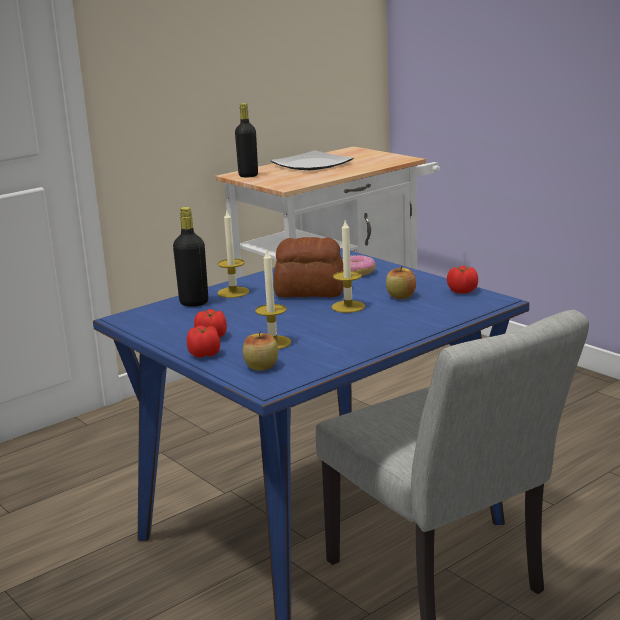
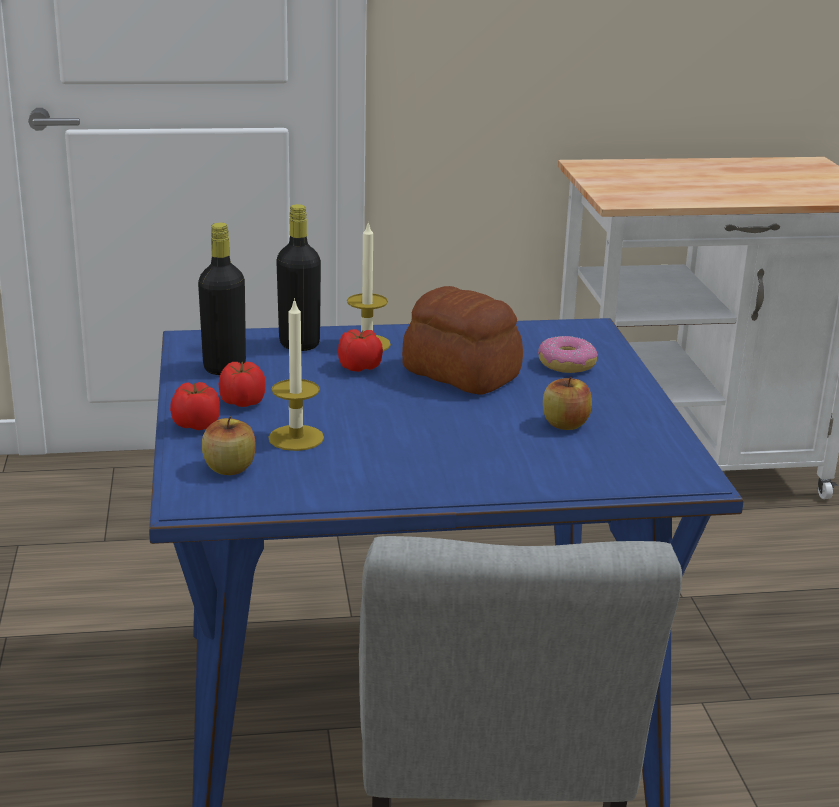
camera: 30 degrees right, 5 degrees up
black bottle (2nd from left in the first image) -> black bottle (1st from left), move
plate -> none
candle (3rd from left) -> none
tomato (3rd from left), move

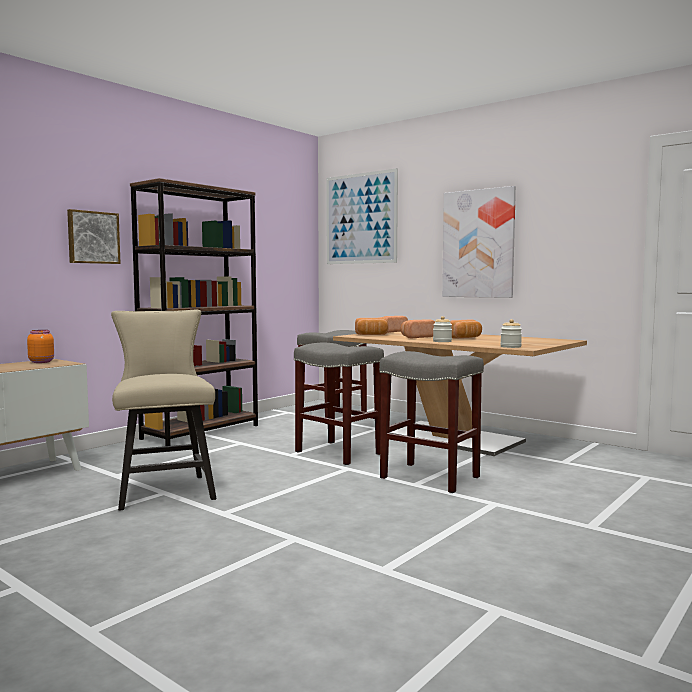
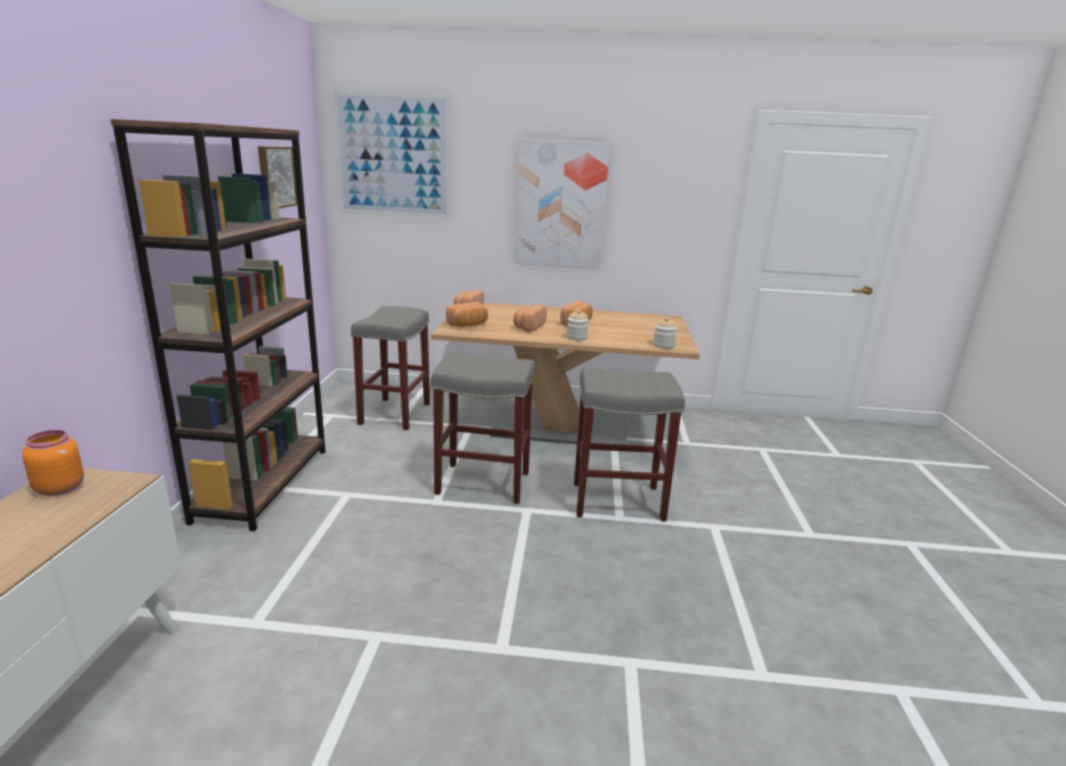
camera: 35 degrees left, 15 degrees up
picture (1st from left), move
beige chair -> none

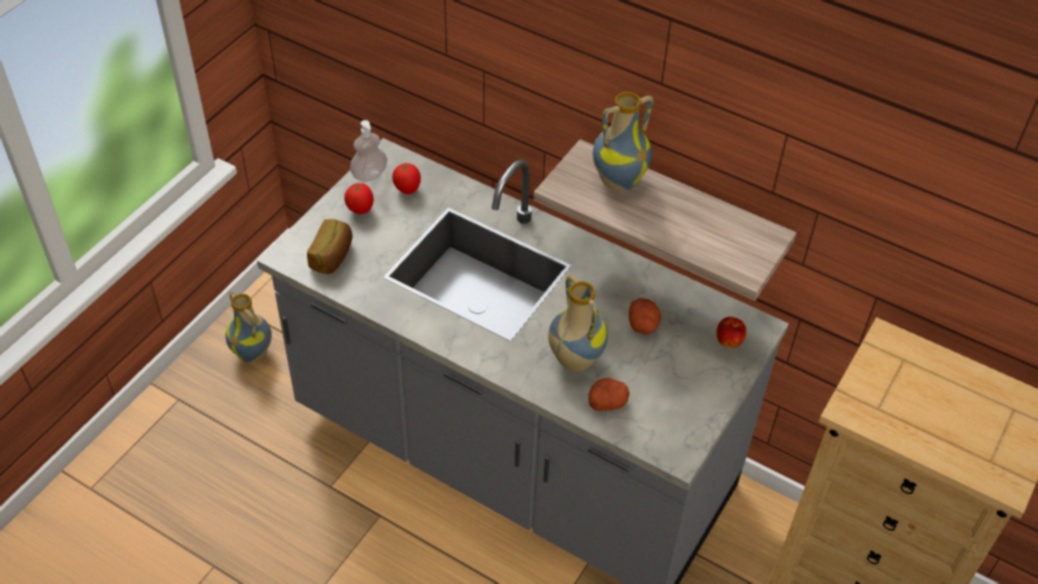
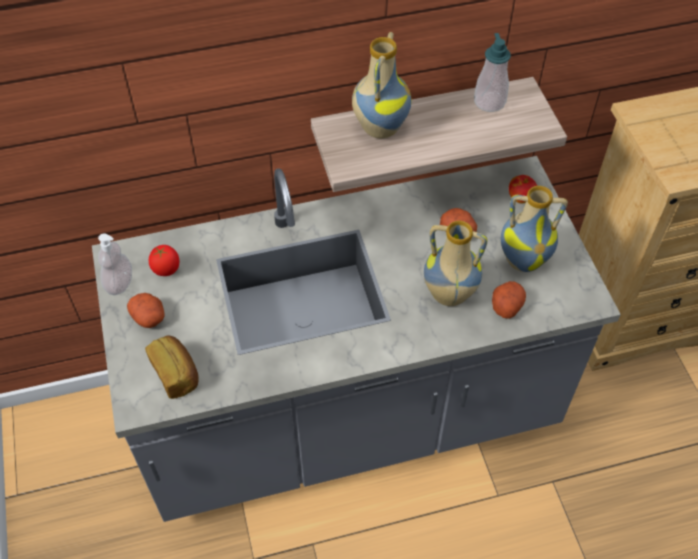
camera: 45 degrees left, 5 degrees up
vase (1st from left in the first image) -> vase (3rd from left), move
tomato (1st from left) -> potato (1st from left)
none -> soap dispenser (2nd from left)

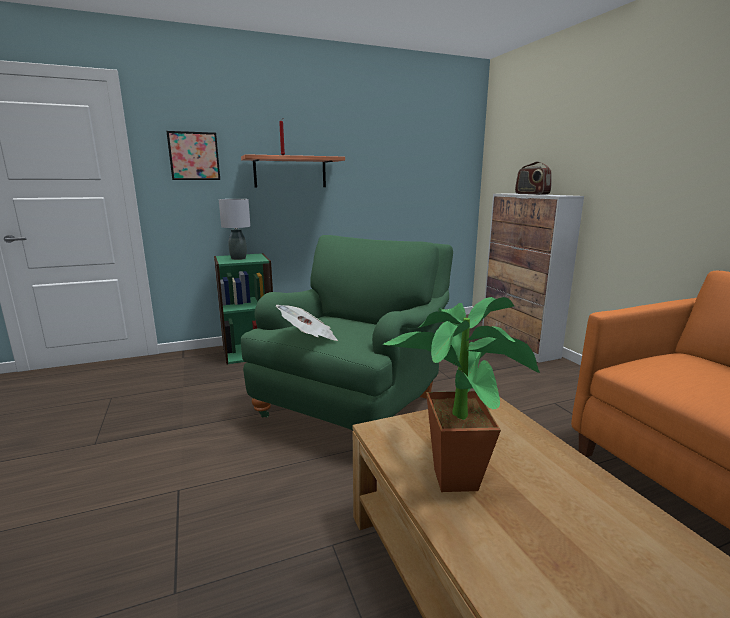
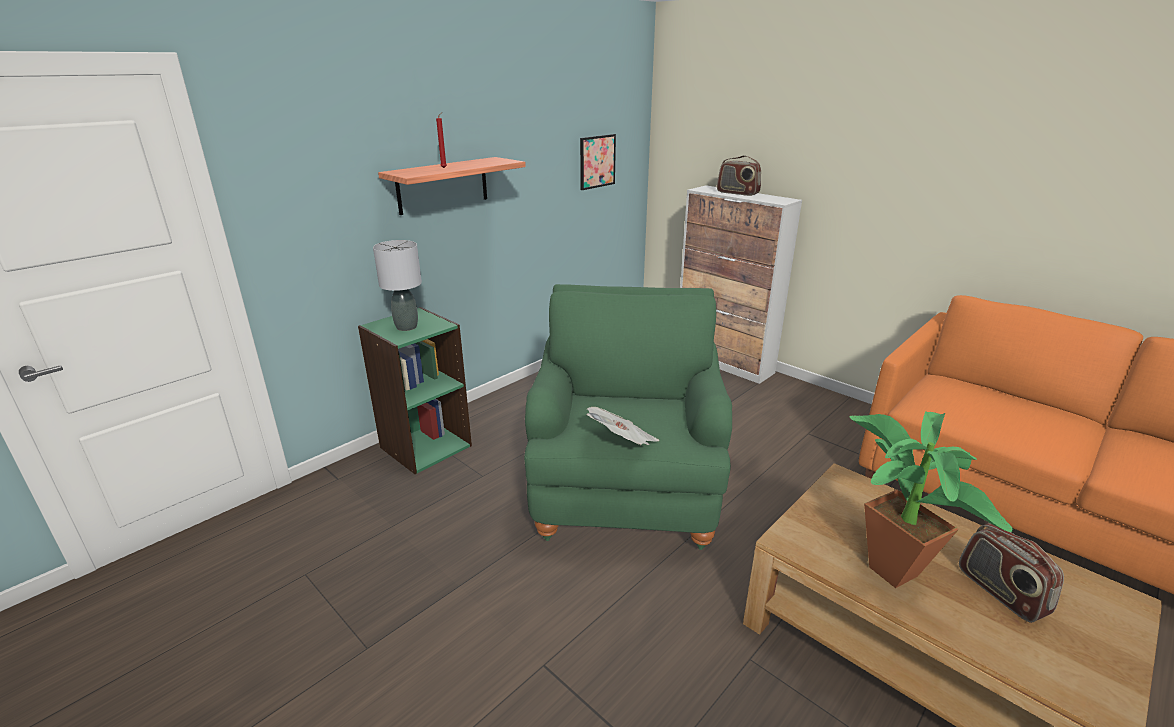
camera: 25 degrees left, 10 degrees up
picture, move
none -> radio (2nd from left)

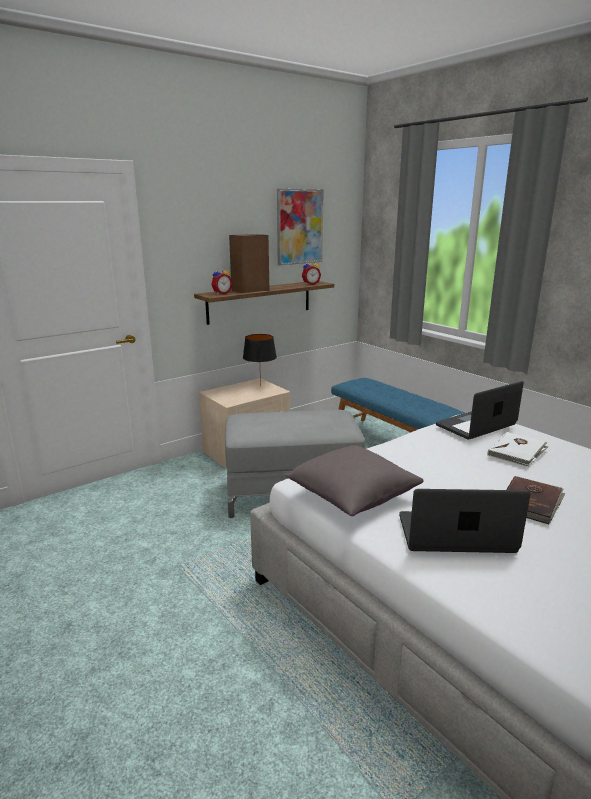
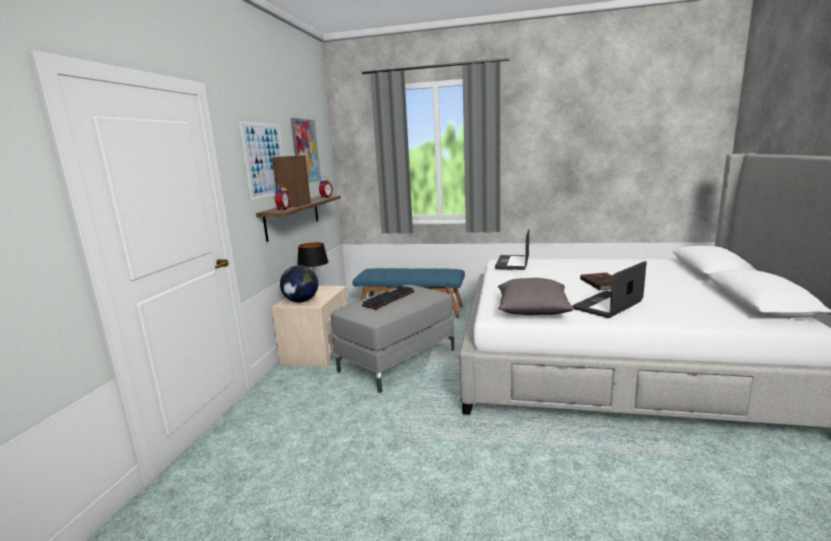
camera: 40 degrees left, 5 degrees down
white book -> none
none -> picture (1st from left)
none -> globe
none -> keyboard

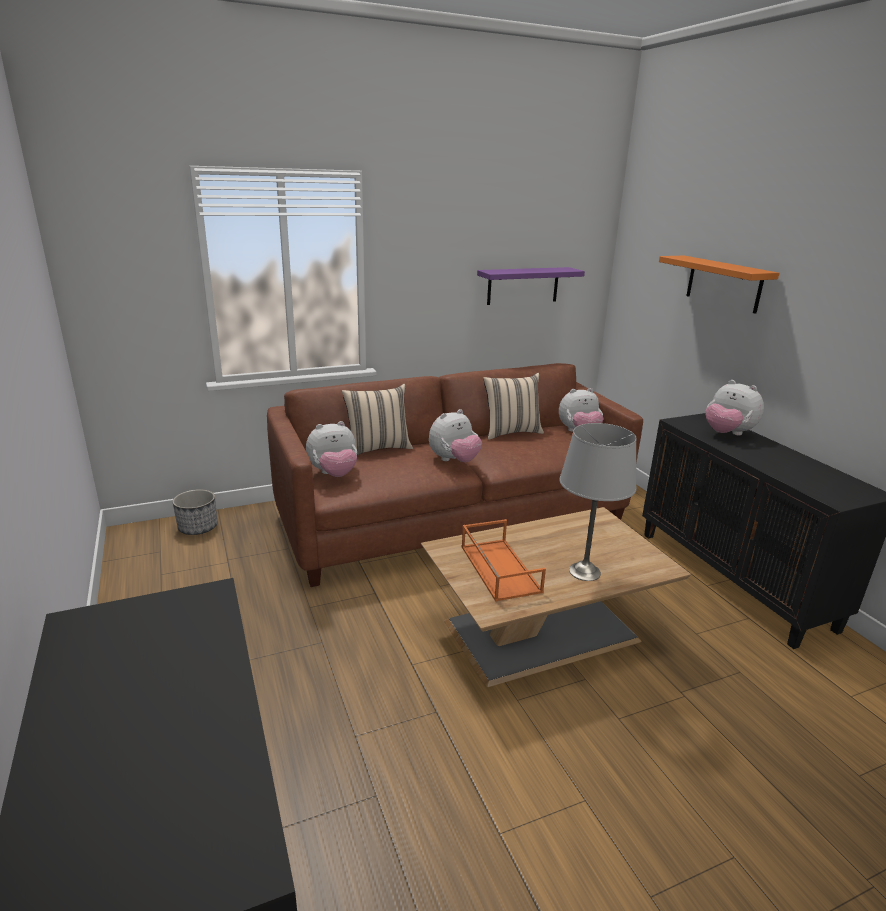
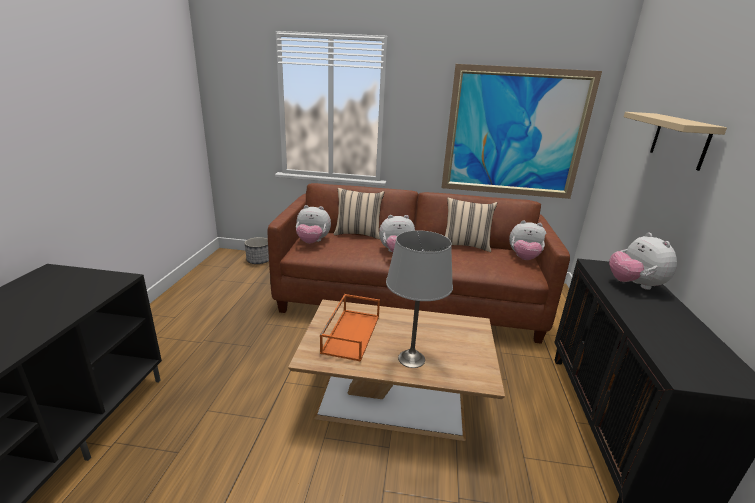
camera: 30 degrees right, 0 degrees up
purple shelf -> picture
orange shelf -> beige shelf

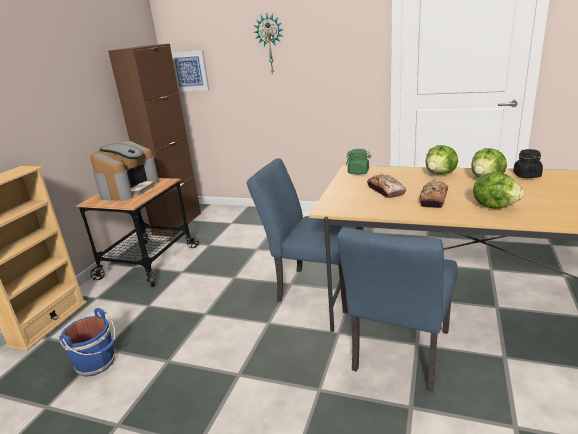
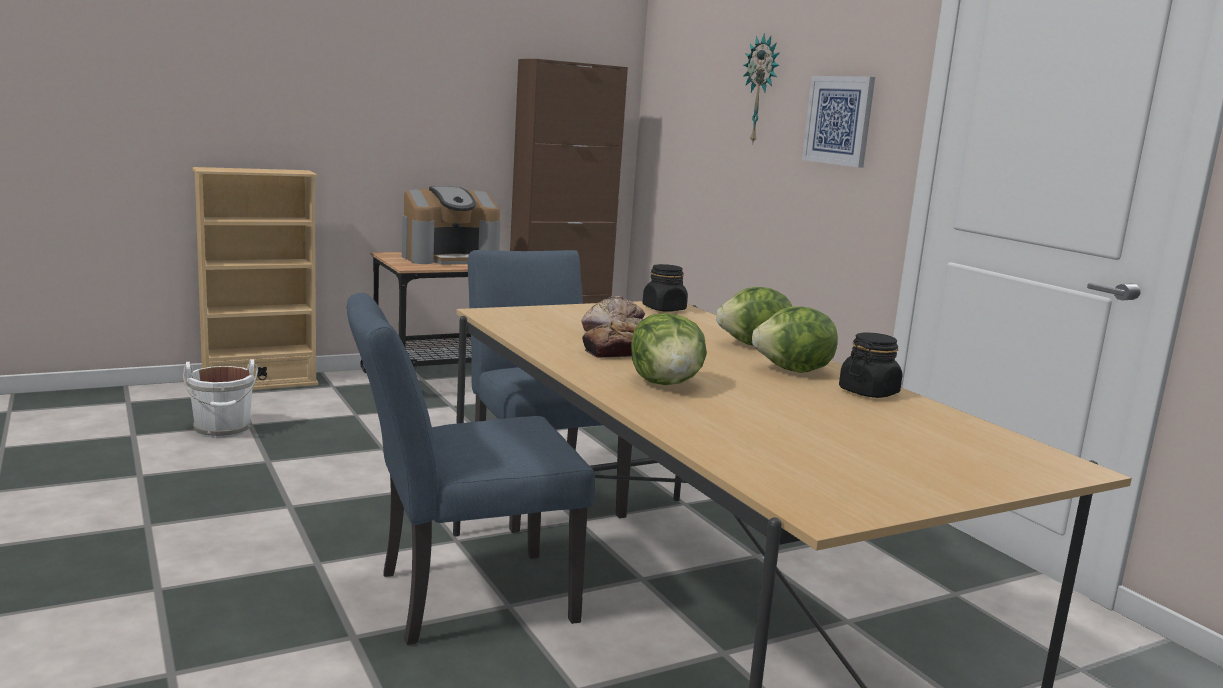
camera: 40 degrees right, 10 degrees down
blue bucket -> white bucket
picture, move
green jar -> black jar (1st from left)

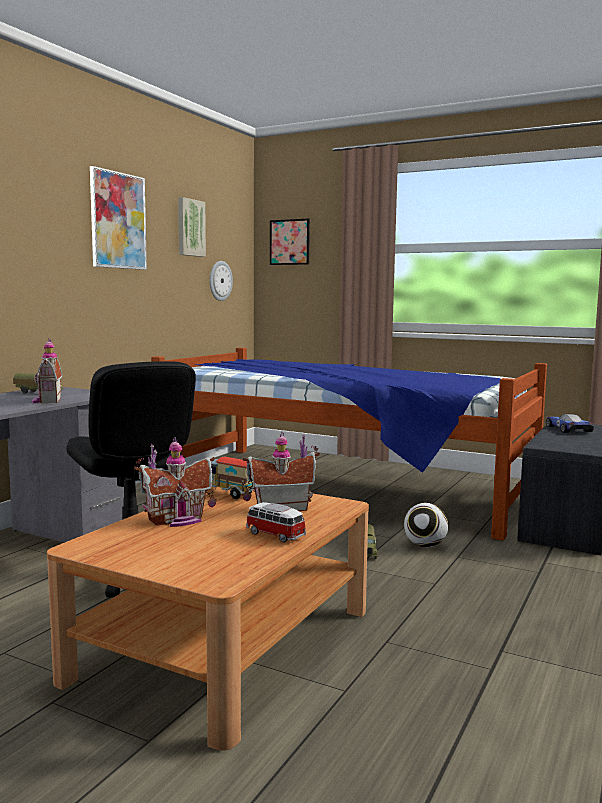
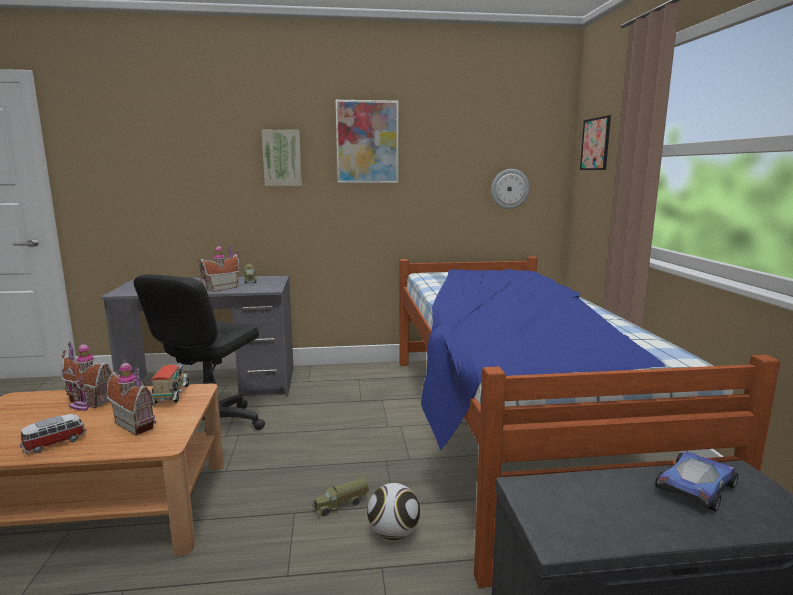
camera: 55 degrees right, 5 degrees up
picture (2nd from left in the first image) -> picture (1st from left), move
toy car (1st from left), 45 degrees clockwise

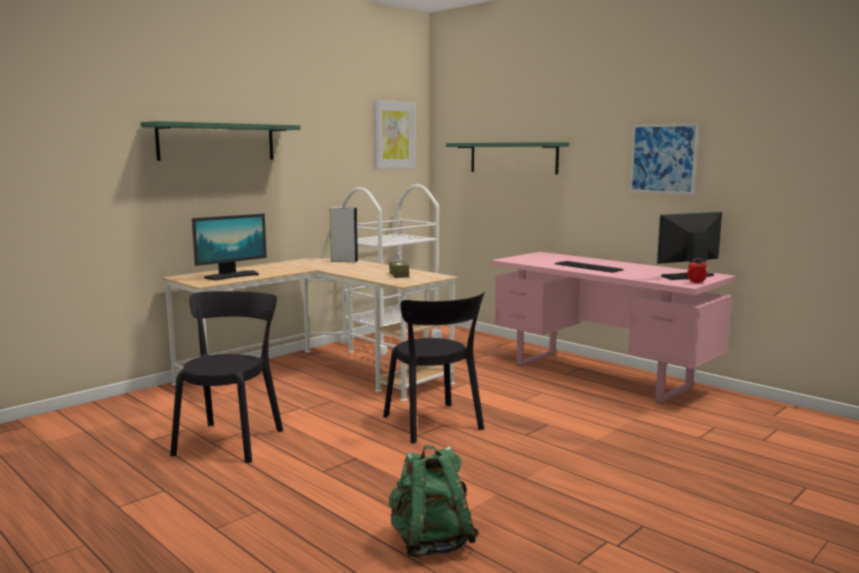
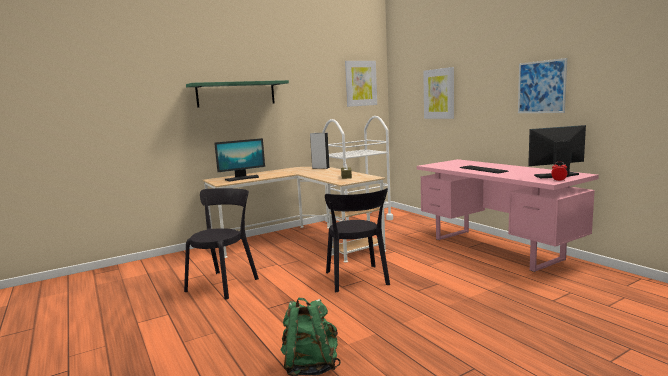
camera: 15 degrees right, 0 degrees up
green shelf (2nd from left) -> picture (2nd from left)

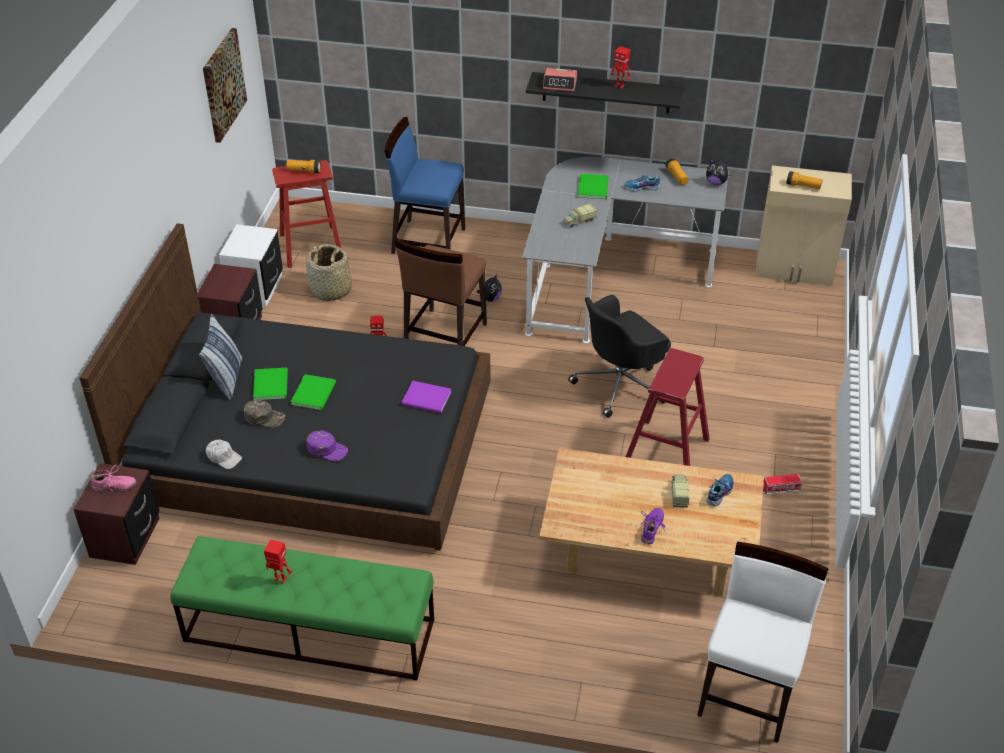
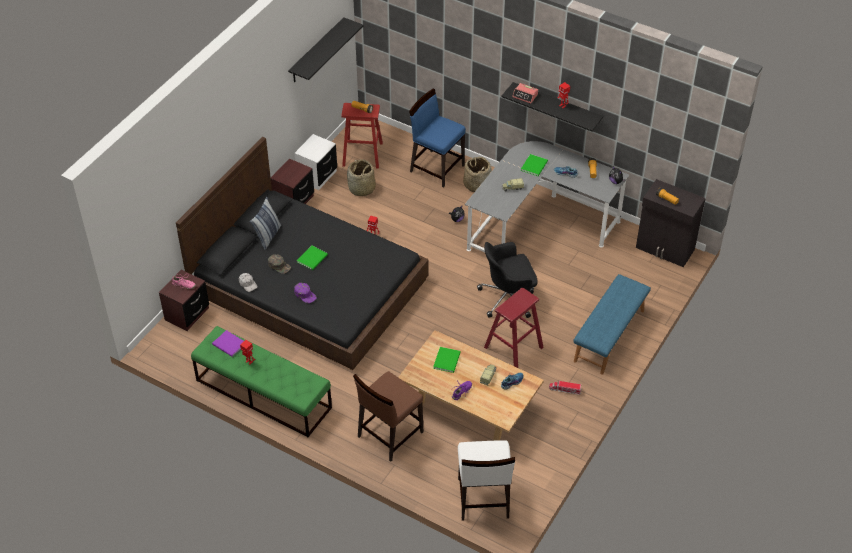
camera: 20 degrees right, 5 degrees up
picture -> black shelf (1st from left)
green book (1st from left in the first image) -> green book (2nd from left), move
brown chair, move
purple book, move
white chair, 135 degrees clockwise
beige cabinet -> black cabinet
none -> basket (2nd from left)
none -> blue bench

